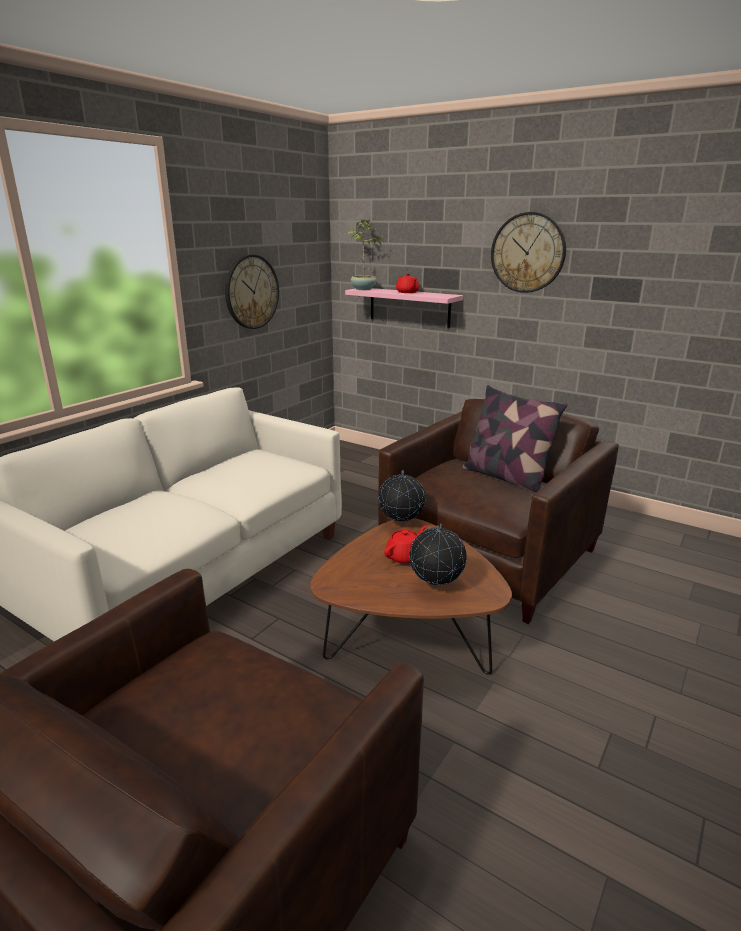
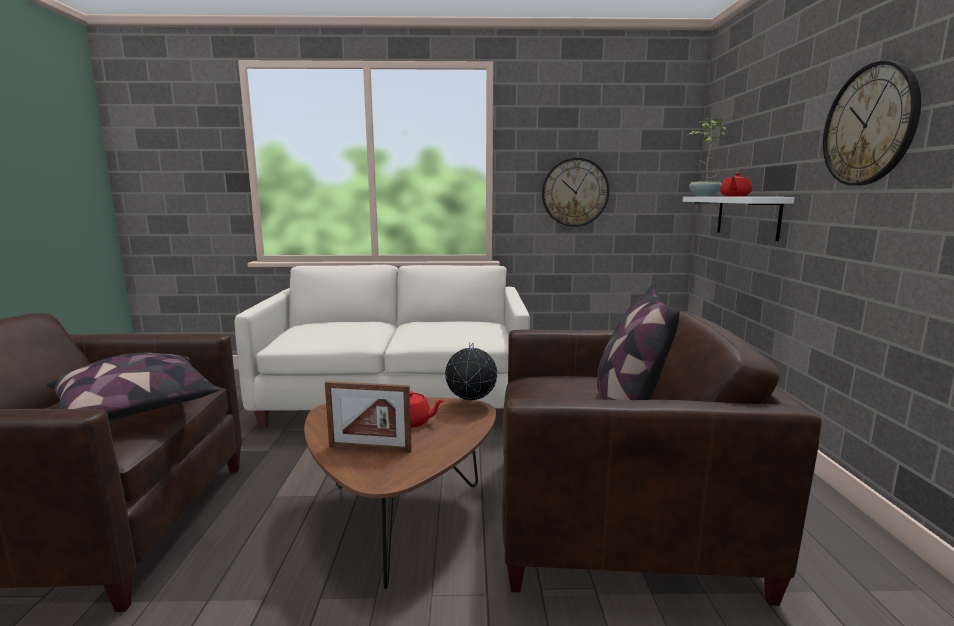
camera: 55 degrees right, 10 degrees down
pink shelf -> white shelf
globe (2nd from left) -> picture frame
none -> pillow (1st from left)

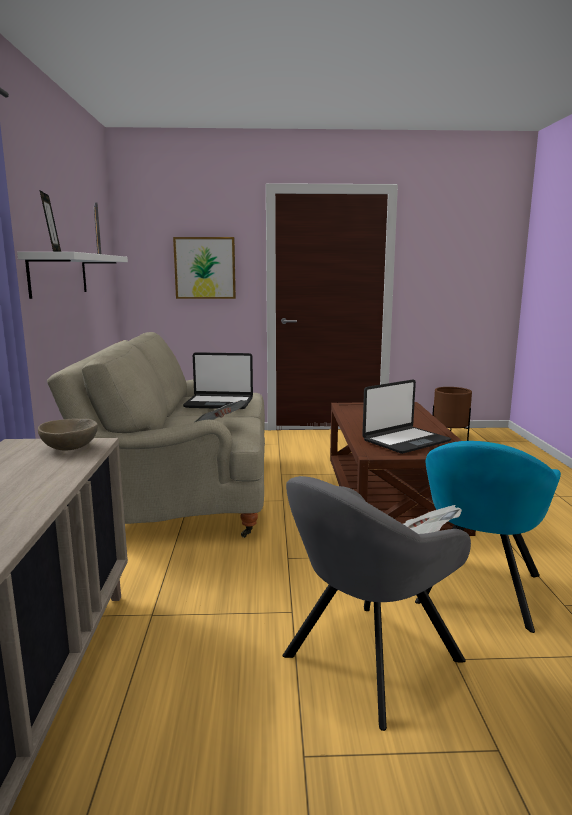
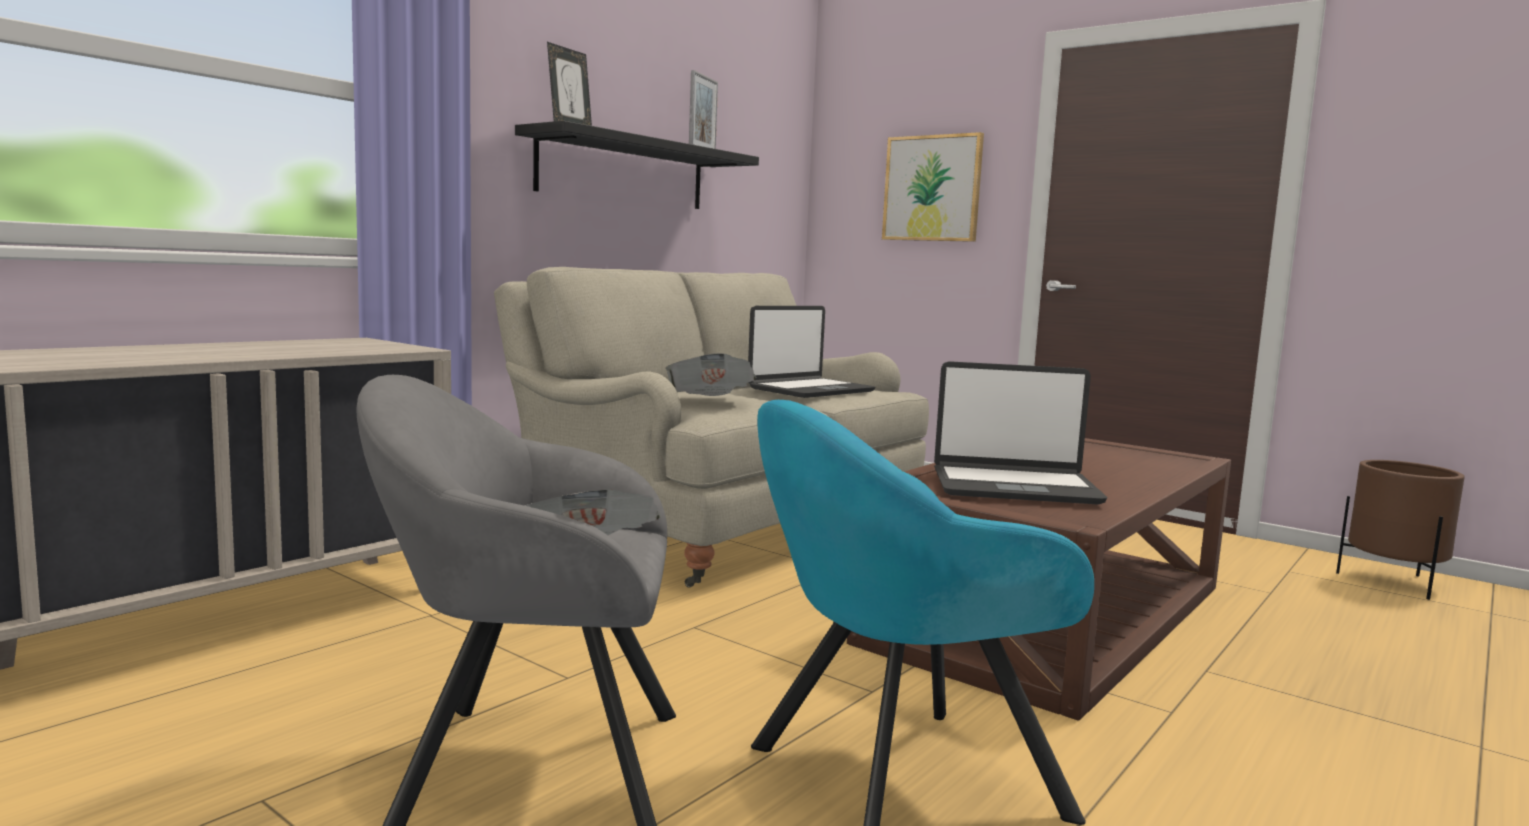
camera: 40 degrees right, 5 degrees down
white shelf -> black shelf
beige bowl -> none
laptop (1st from left), 90 degrees counterclockwise

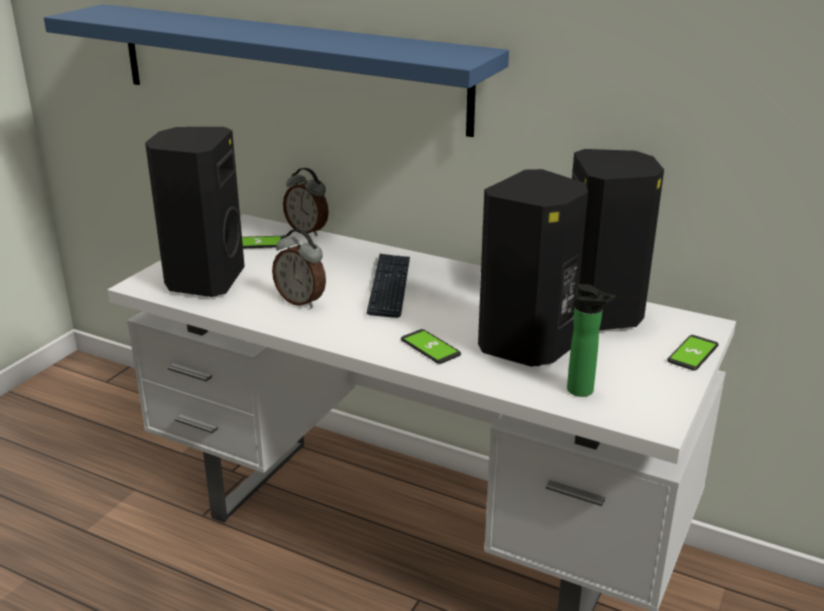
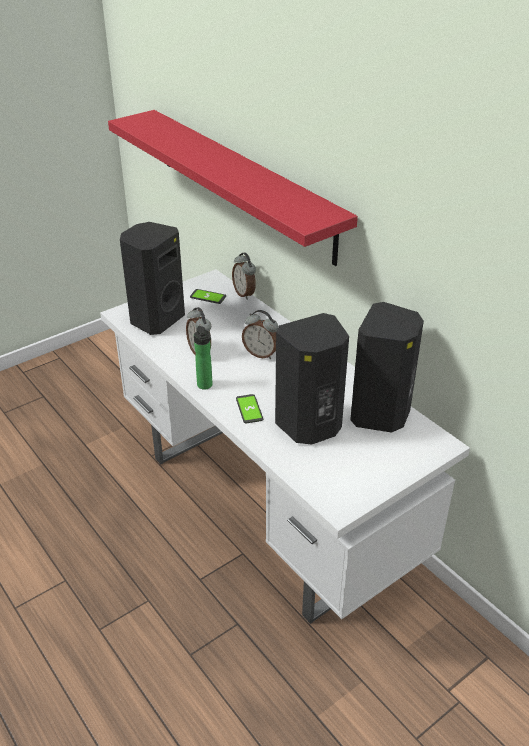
camera: 25 degrees right, 10 degrees up
blue shelf -> red shelf
keyboard -> alarm clock (3rd from left)
bottle, move
phone (3rd from left) -> none

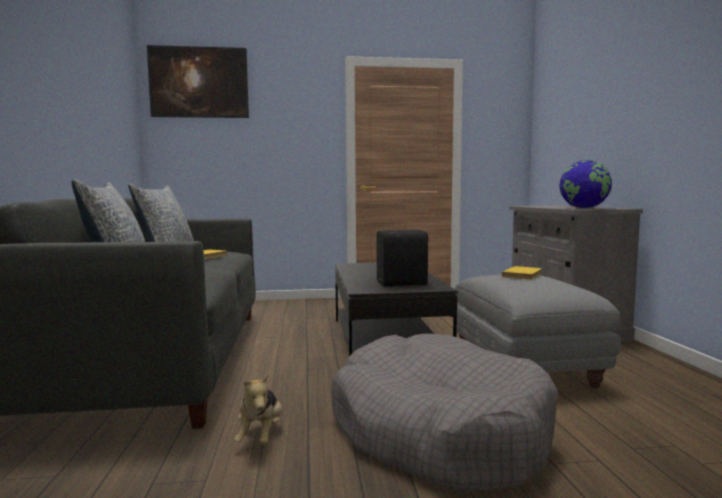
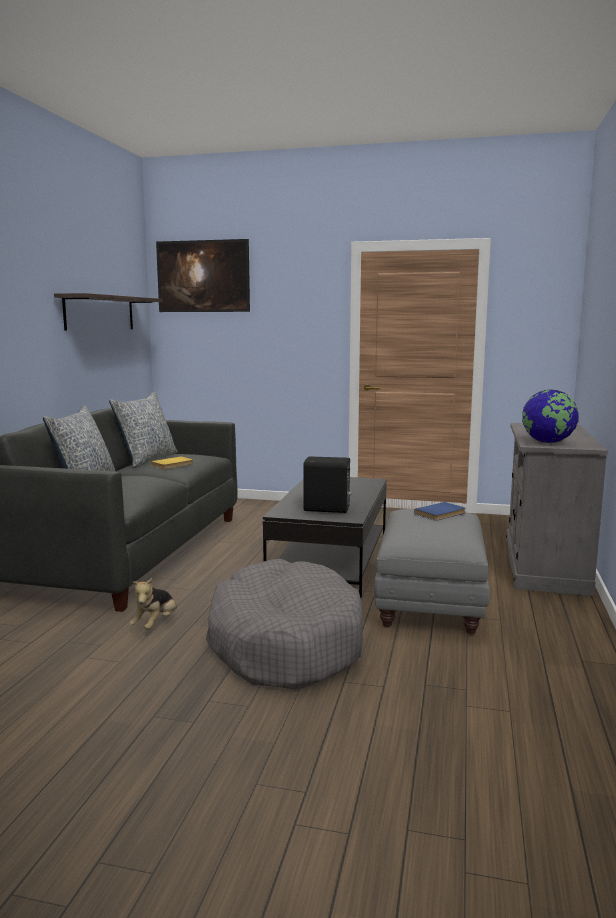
camera: 20 degrees right, 5 degrees up
yellow book (2nd from left) -> blue book
none -> shelf

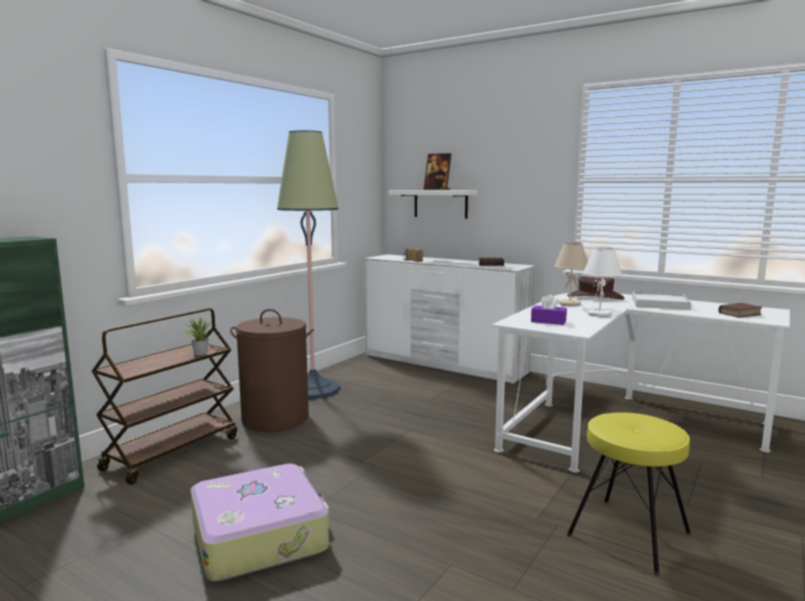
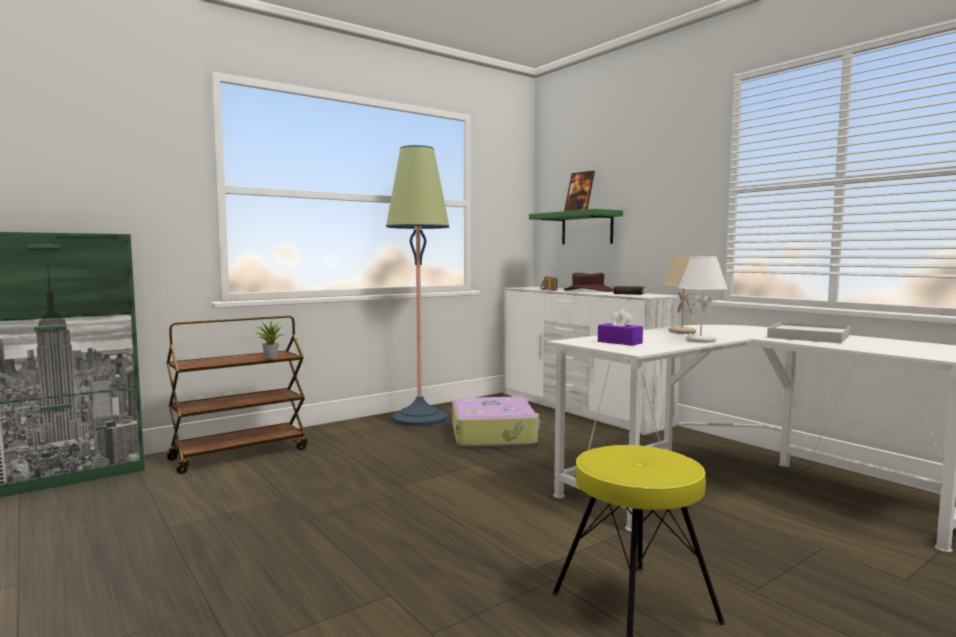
camera: 20 degrees right, 5 degrees down
suitcase, move
brown laundry basket -> none
white shelf -> green shelf
brown hat, move
book (2nd from left) -> none

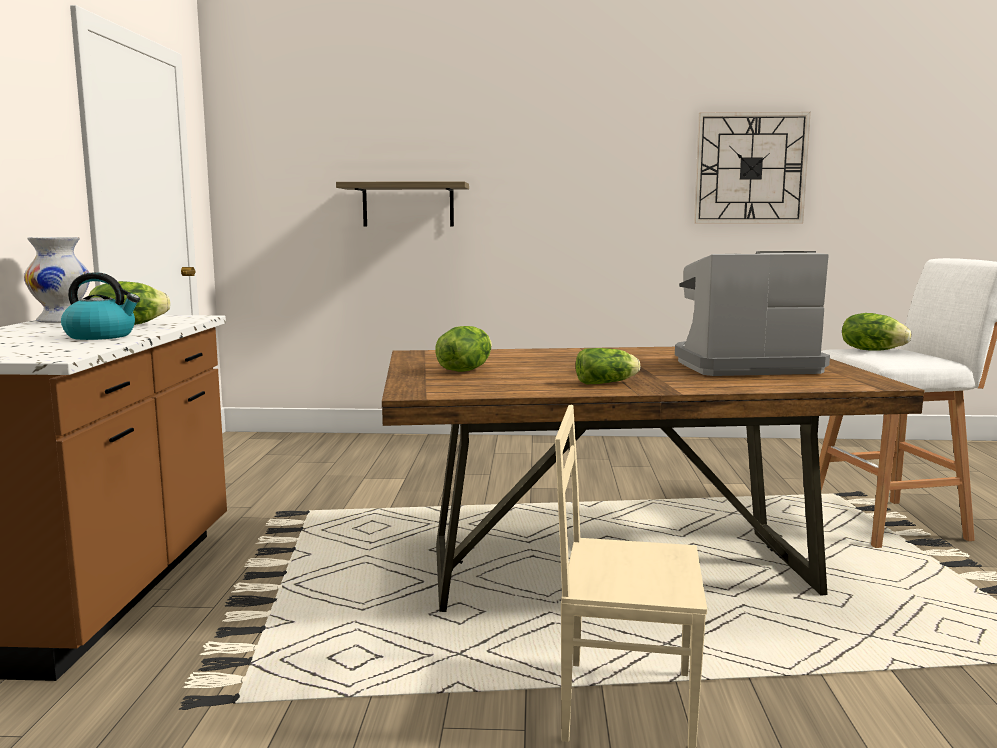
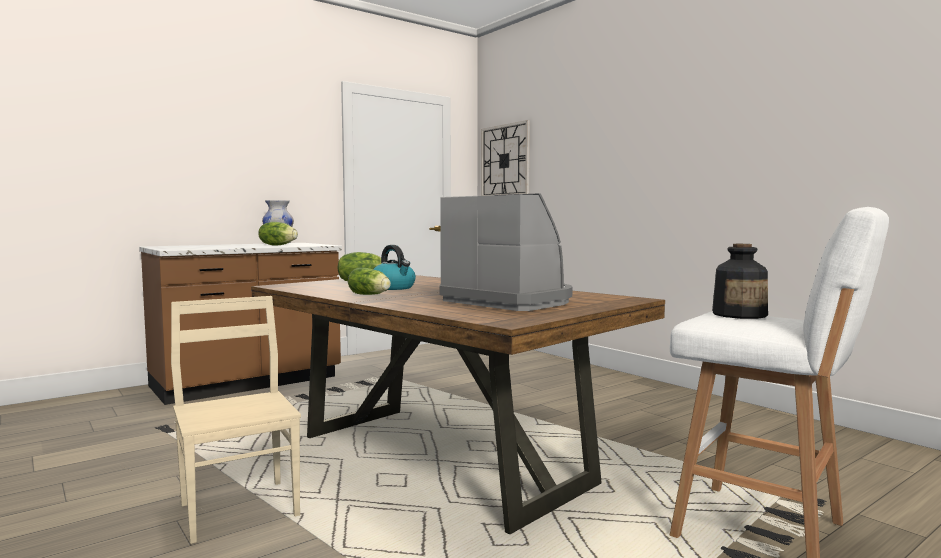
camera: 50 degrees right, 5 degrees down
kettle, move
shelf -> none
wall clock, move
lettuce (4th from left) -> bottle

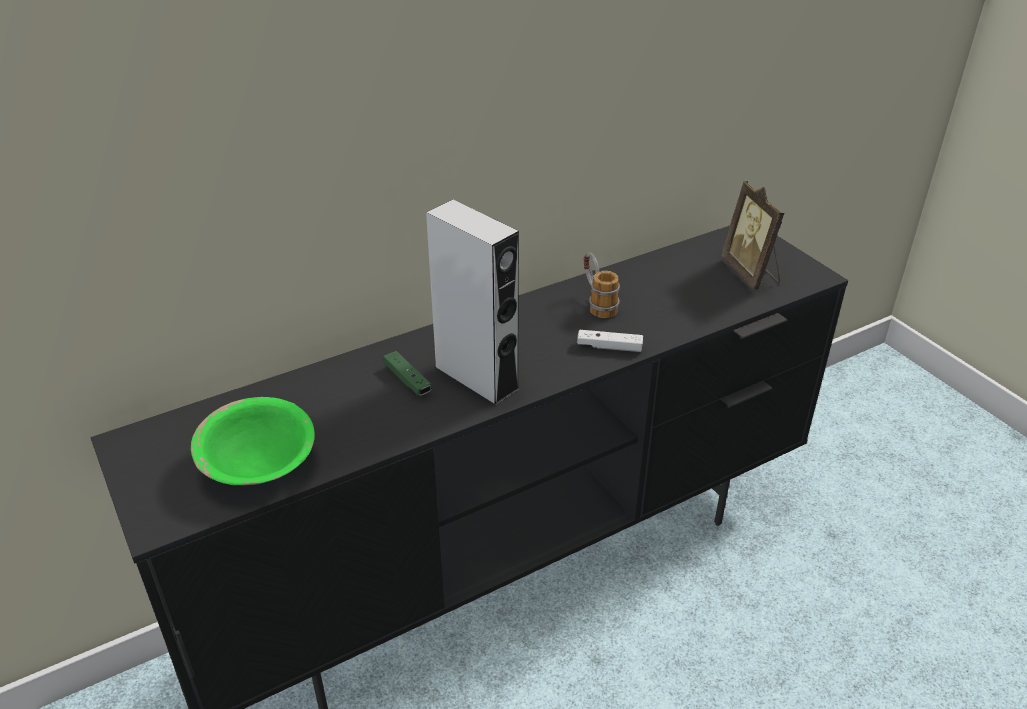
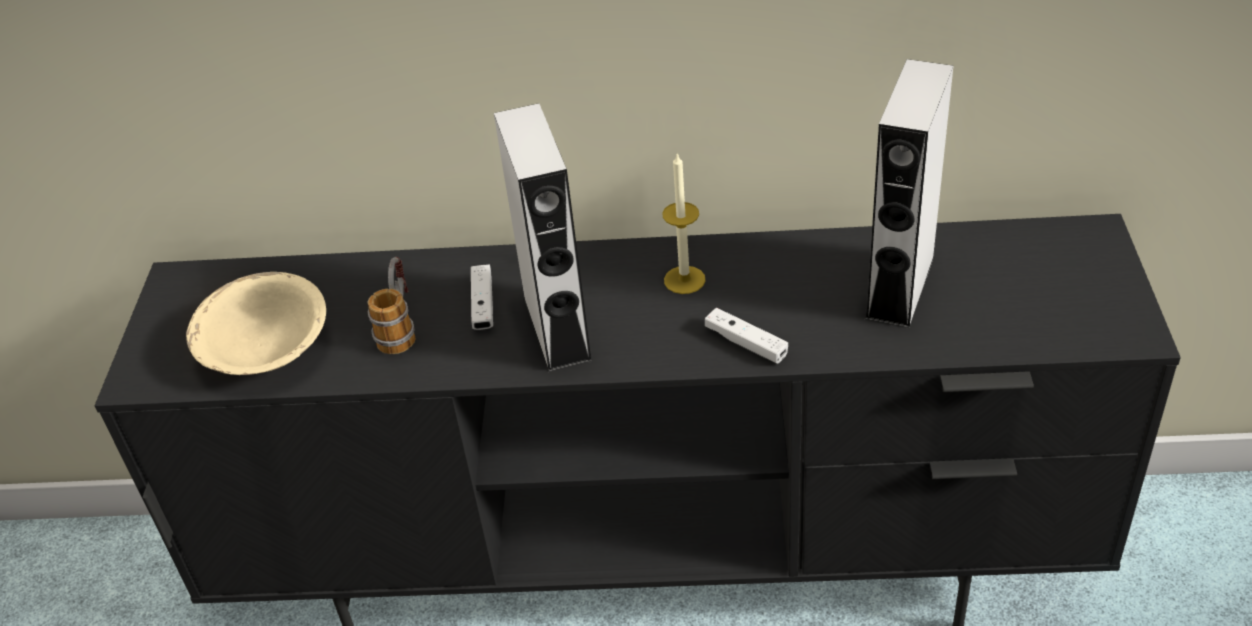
camera: 35 degrees right, 5 degrees up
green bowl -> beige bowl
green game controller -> white game controller (1st from left)
mug, move
picture frame -> none
none -> candle
none -> grey speaker (2nd from left)

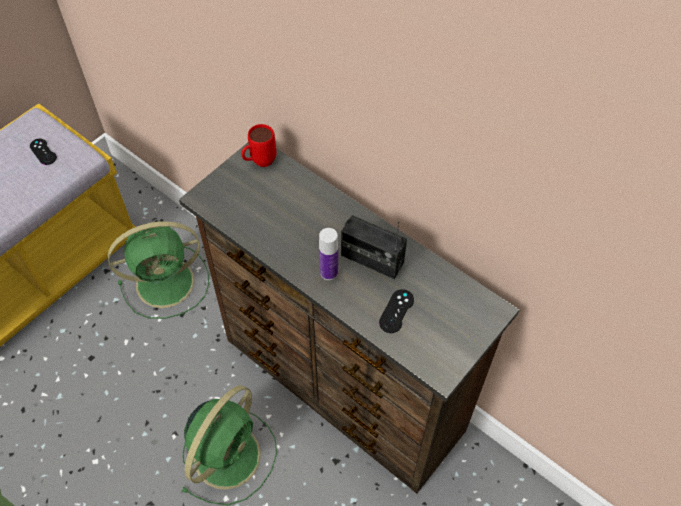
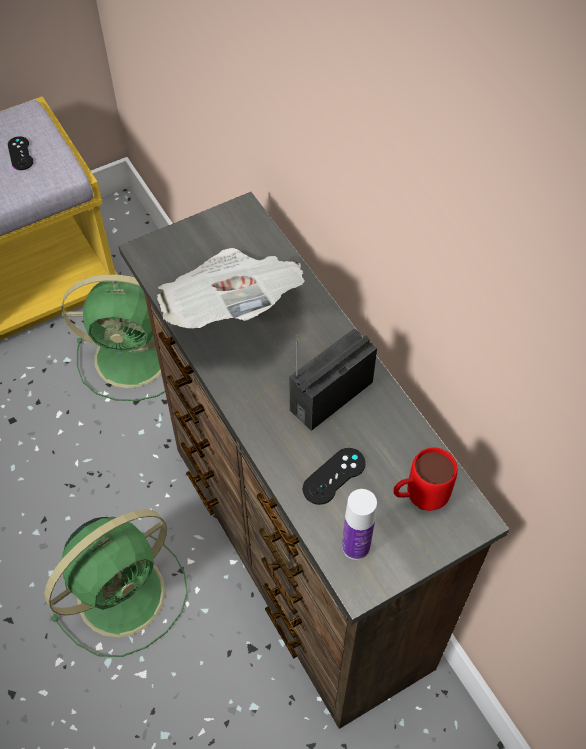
camera: 20 degrees right, 0 degrees up
red mug, move
bottle, move
radio, 90 degrees clockwise
none -> newspaper

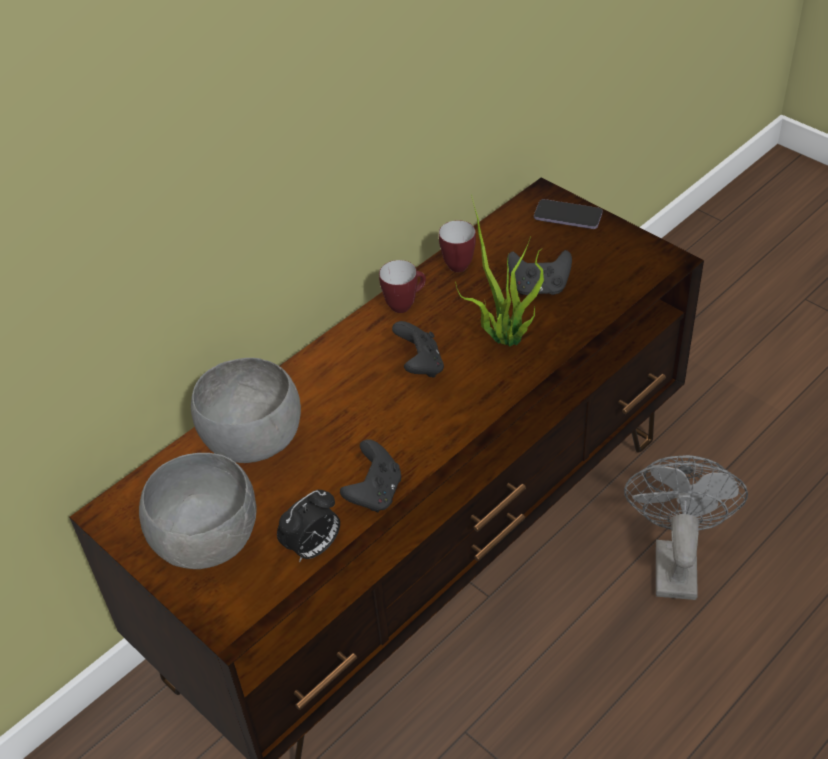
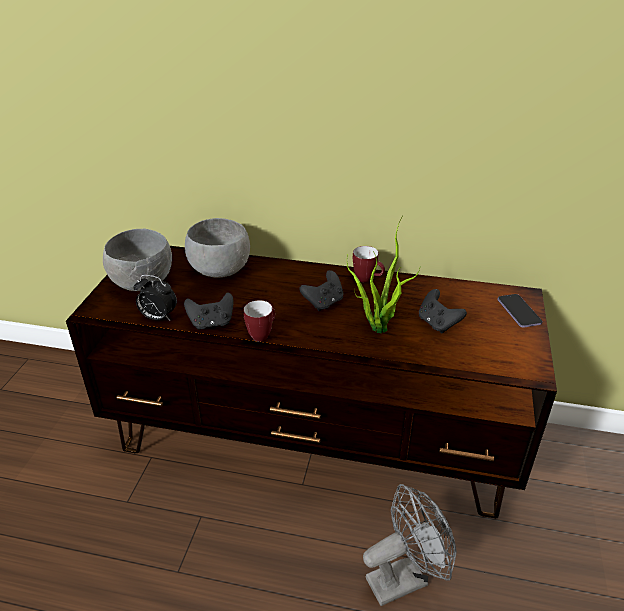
camera: 55 degrees right, 10 degrees down
mug (2nd from left in the first image) -> mug (1st from left), move

